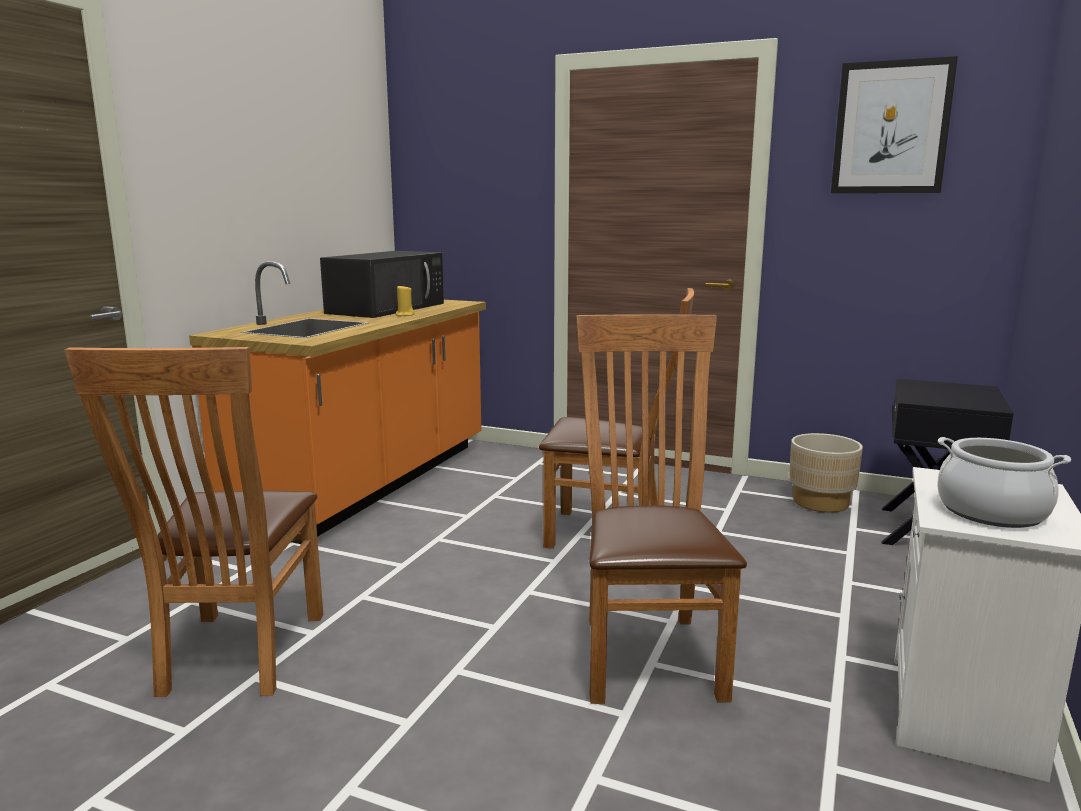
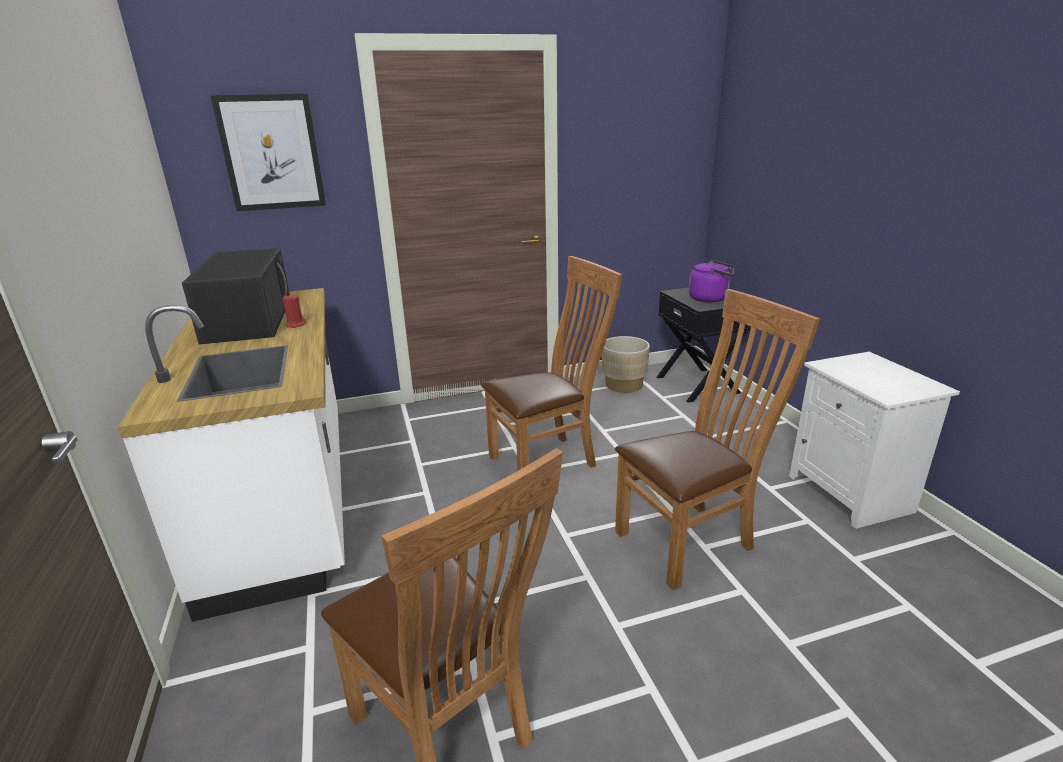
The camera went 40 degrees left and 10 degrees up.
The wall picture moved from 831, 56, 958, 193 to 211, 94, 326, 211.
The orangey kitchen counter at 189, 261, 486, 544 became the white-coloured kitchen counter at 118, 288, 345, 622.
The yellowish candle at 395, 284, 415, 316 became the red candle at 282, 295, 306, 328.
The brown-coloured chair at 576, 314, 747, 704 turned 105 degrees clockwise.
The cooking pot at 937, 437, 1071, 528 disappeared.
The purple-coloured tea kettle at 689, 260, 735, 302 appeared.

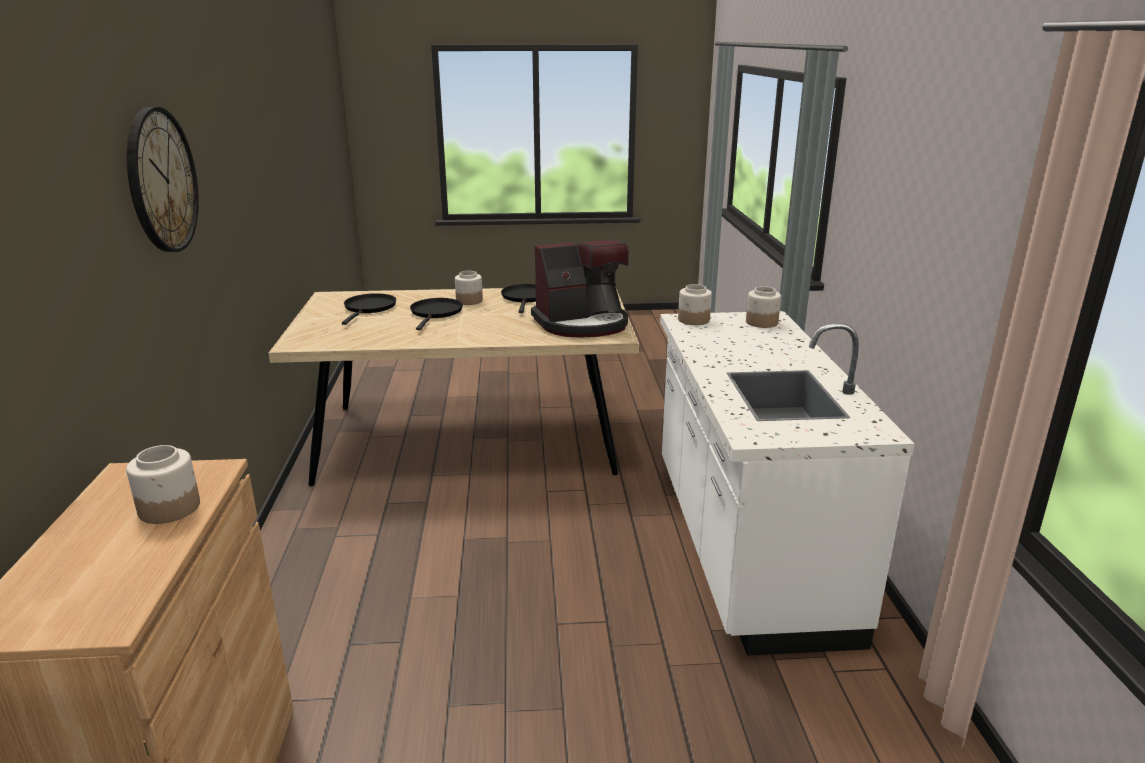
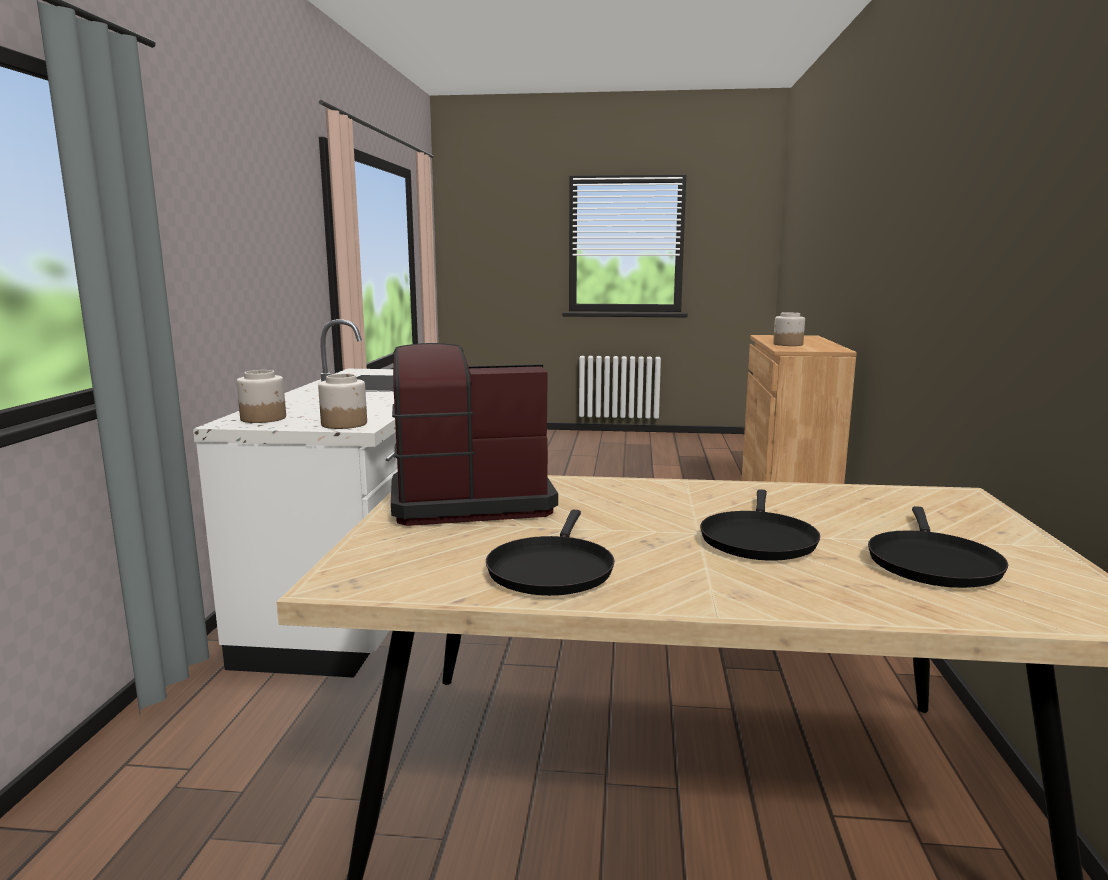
The camera went 170 degrees left and 10 degrees down.
The clock on the wall at 127, 107, 199, 252 disappeared.
The storage jar at 455, 271, 483, 305 disappeared.

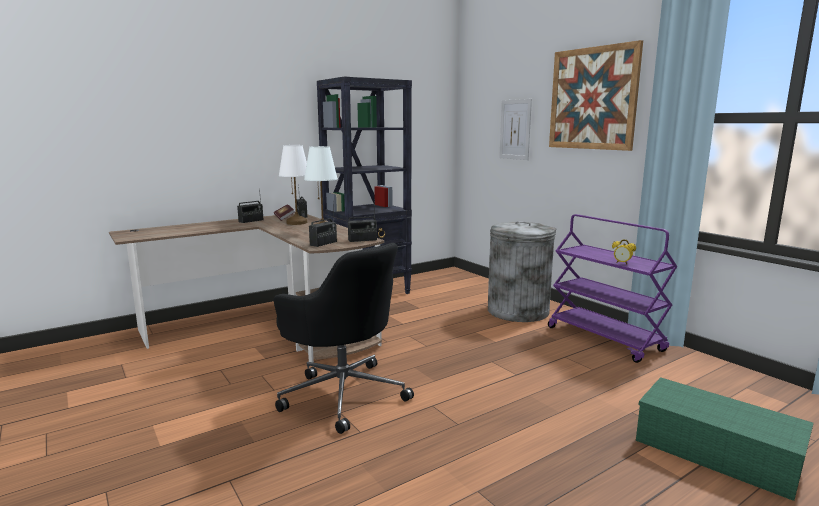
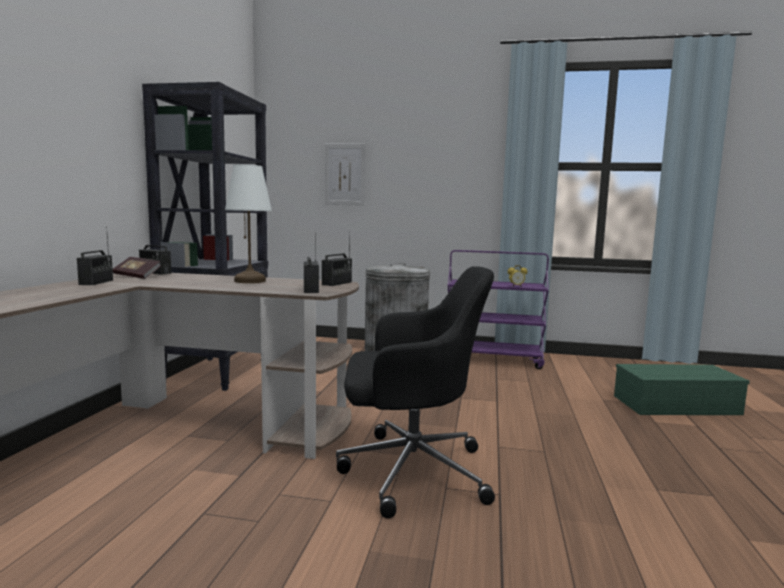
The camera went 45 degrees left and 5 degrees down.
The wall picture at 549, 40, 643, 151 disappeared.
The white-coloured table lamp at 279, 145, 307, 225 disappeared.

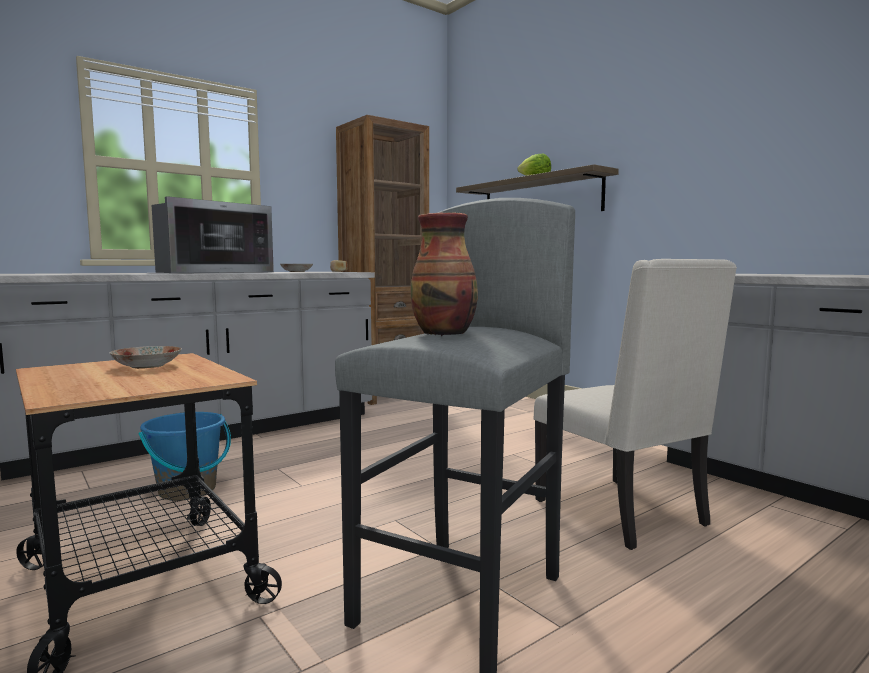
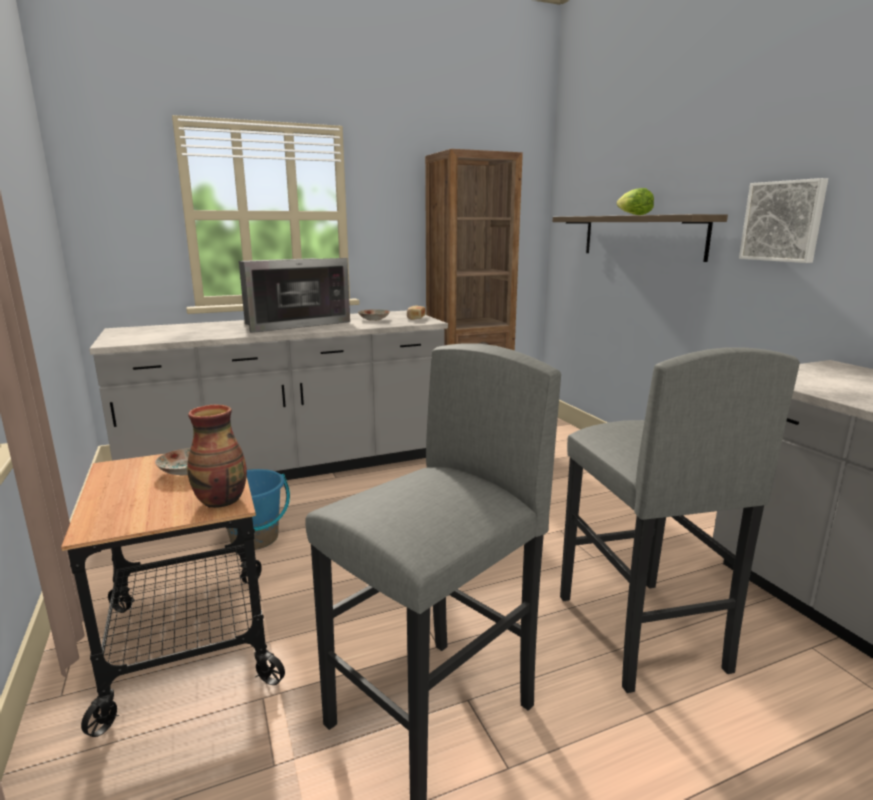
The camera went 15 degrees right and 10 degrees up.
The vase moved from 410, 212, 478, 336 to 187, 405, 247, 508.
The beige-coloured chair at 534, 259, 737, 550 was replaced by the gray stool seat at 560, 347, 800, 693.
The wall picture at 739, 178, 828, 263 appeared.

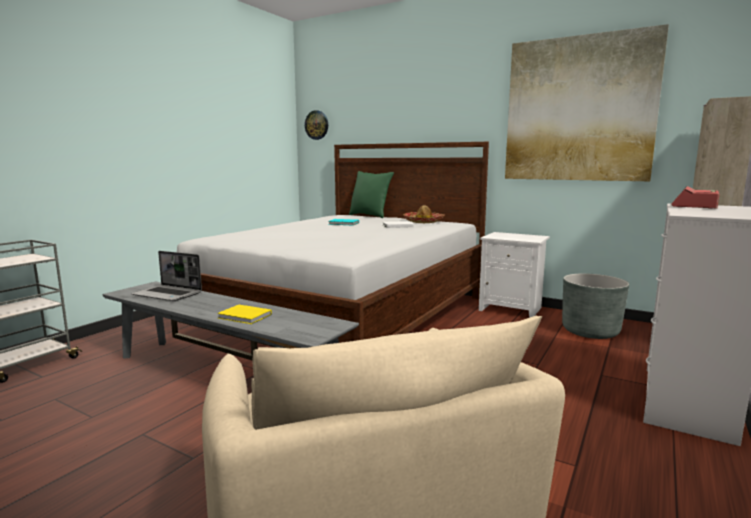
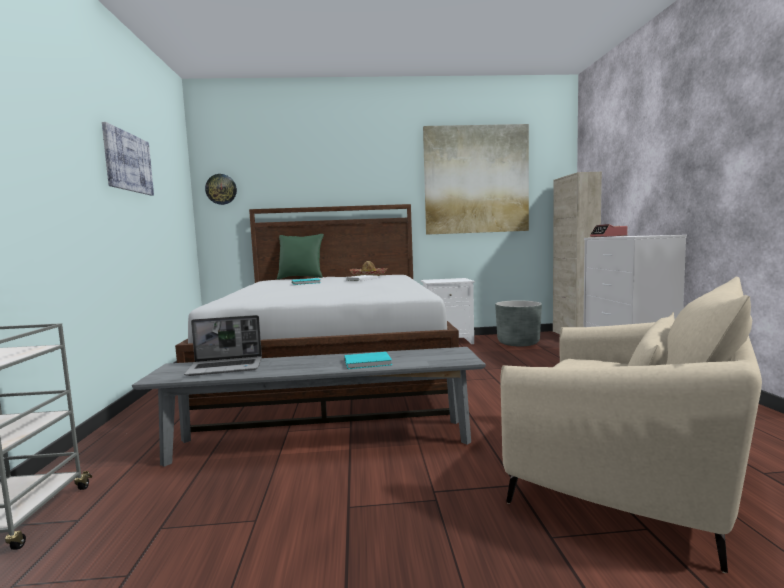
The camera went 35 degrees left and 5 degrees down.
The yellowish book at 217, 305, 272, 324 became the turquoise book at 344, 352, 392, 369.
The wall picture at 102, 122, 154, 195 appeared.

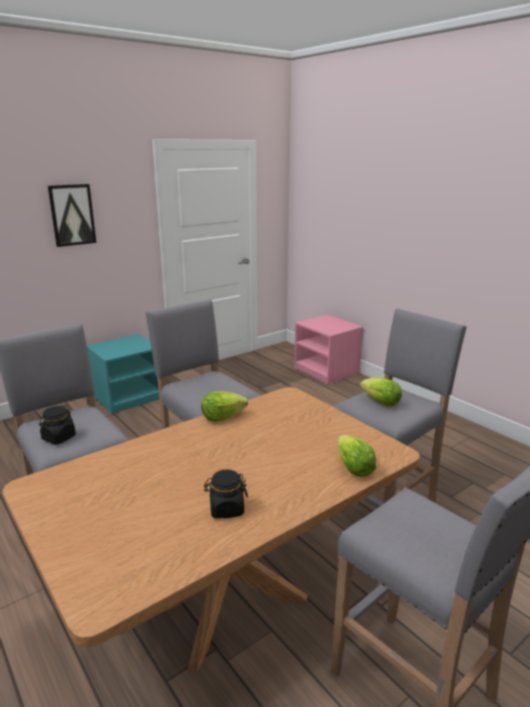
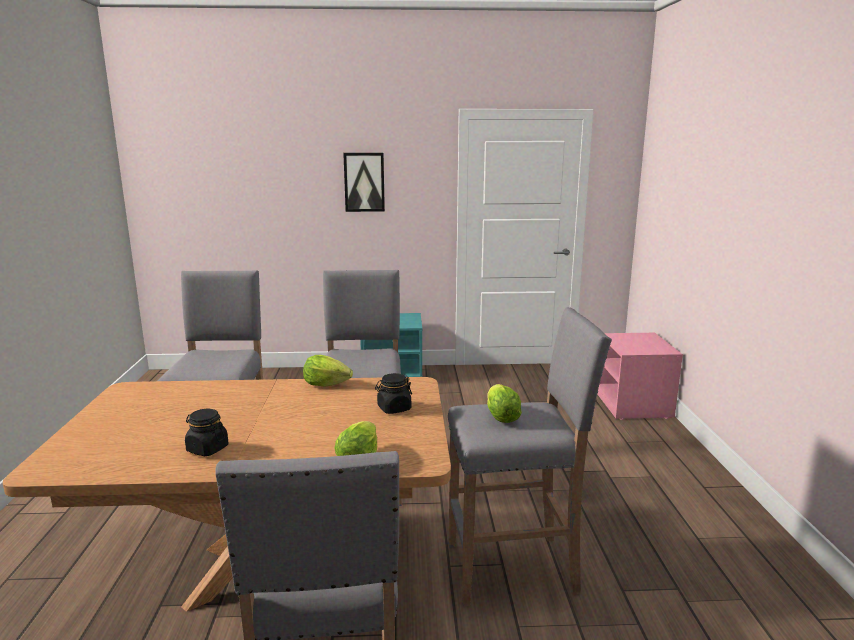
The camera went 35 degrees right and 5 degrees down.
The blackish storage jar moved from 39, 405, 76, 444 to 375, 373, 412, 414.

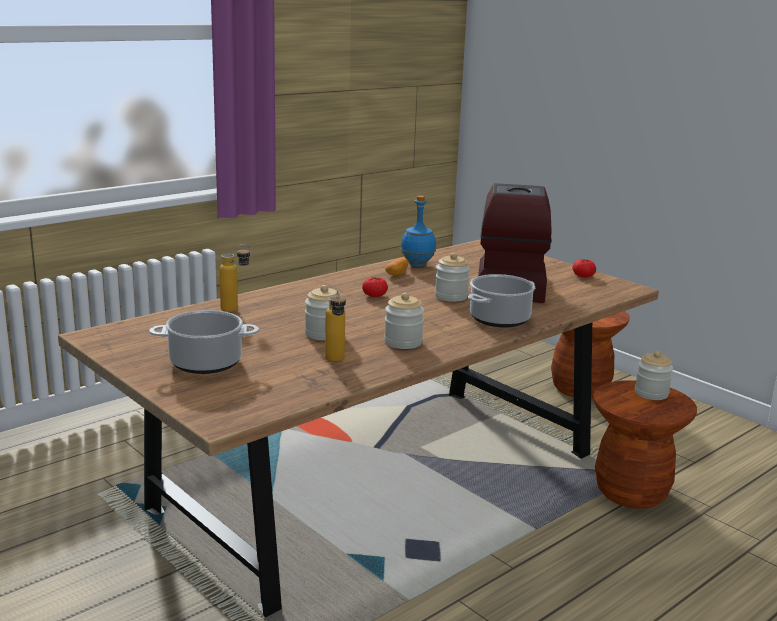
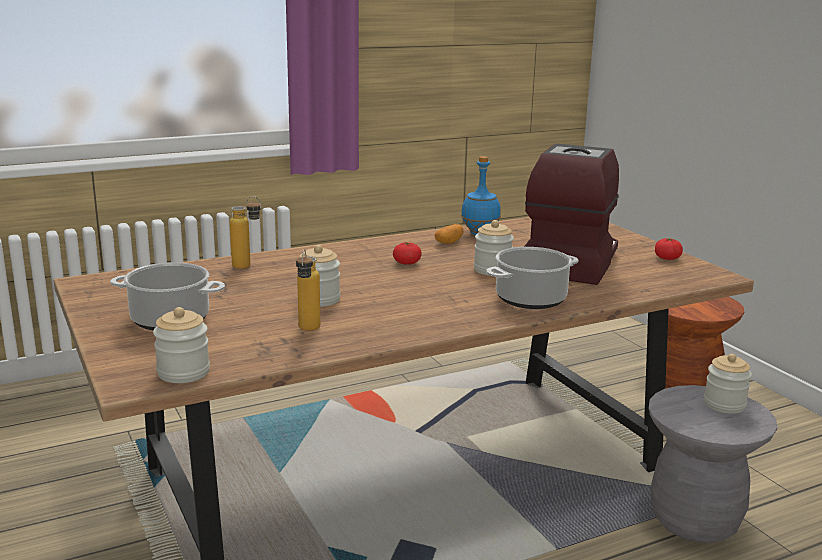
The camera went 15 degrees right and 0 degrees up.
The storage jar moved from 384, 293, 424, 349 to 153, 307, 210, 383.
The brown-coloured stool seat at 593, 380, 697, 509 became the gray stool seat at 649, 385, 777, 543.

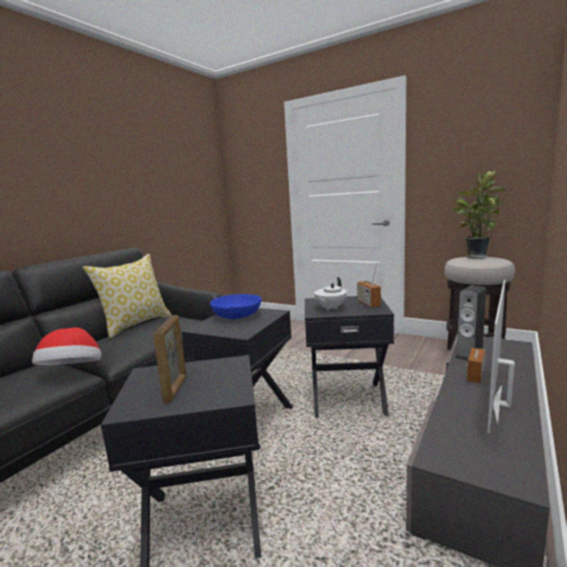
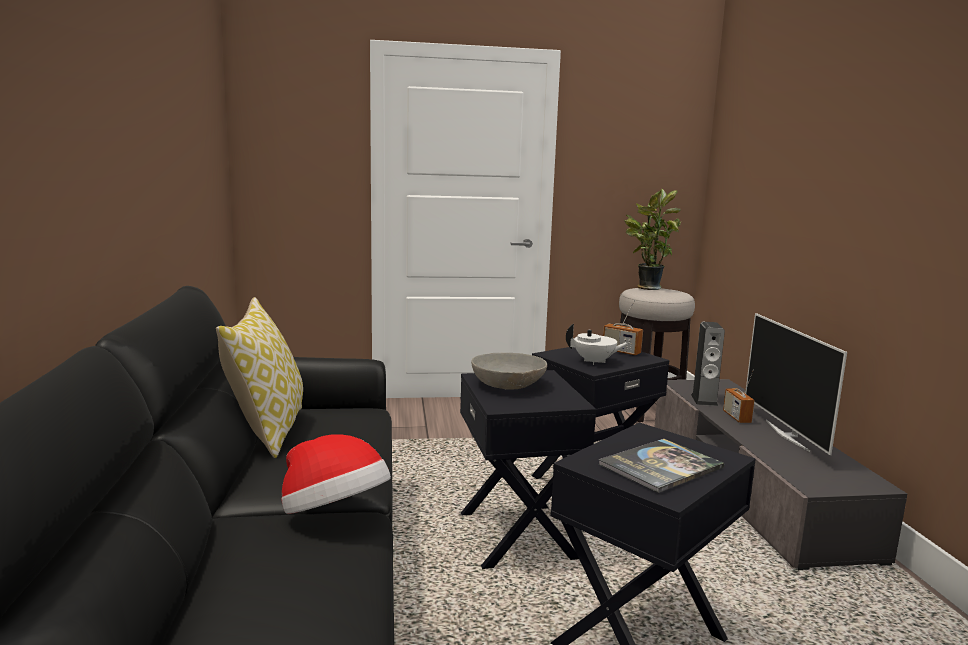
The camera went 40 degrees left and 0 degrees up.
The white-coloured pot for tea at 314, 277, 347, 311 turned 75 degrees counterclockwise.
The blue-coloured serving bowl at 210, 294, 262, 319 became the gray serving bowl at 471, 353, 547, 390.
The picture frame at 153, 315, 187, 403 was replaced by the book at 598, 439, 724, 493.

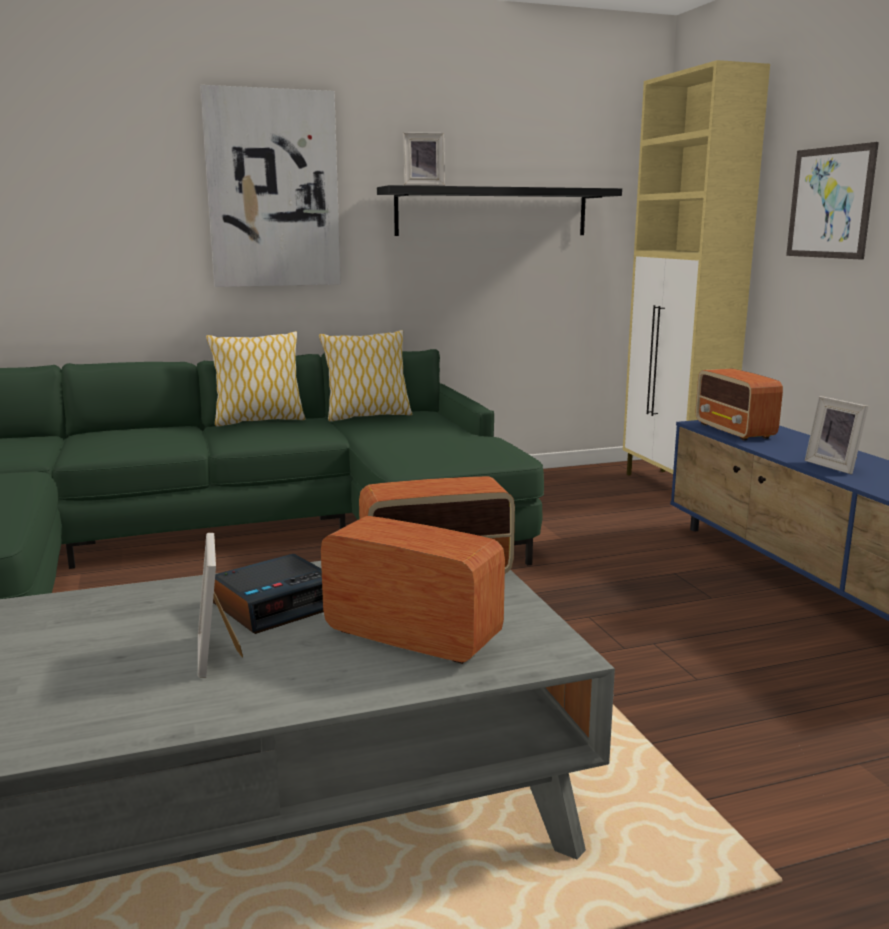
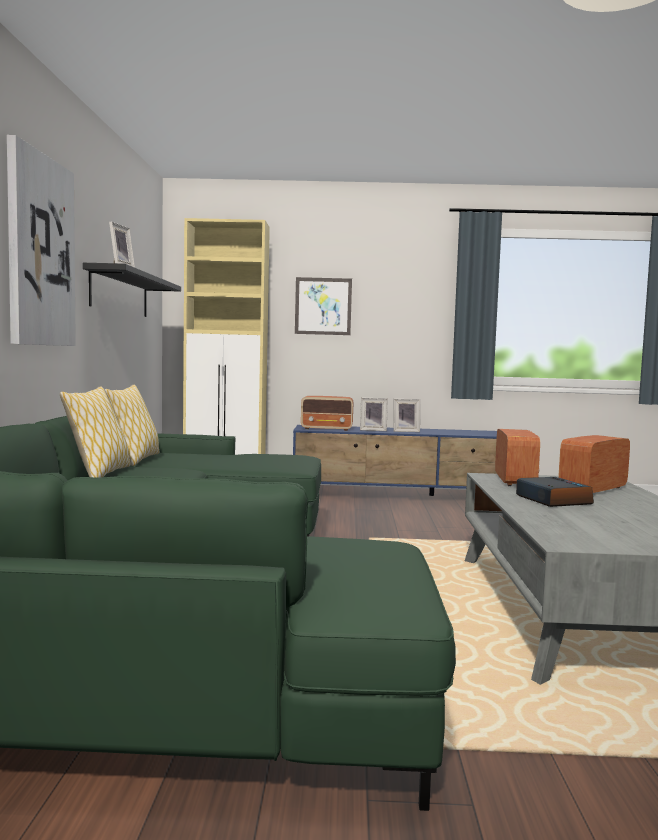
The camera went 70 degrees left and 10 degrees down.
The picture frame moved from 198, 533, 243, 678 to 360, 398, 388, 431.

